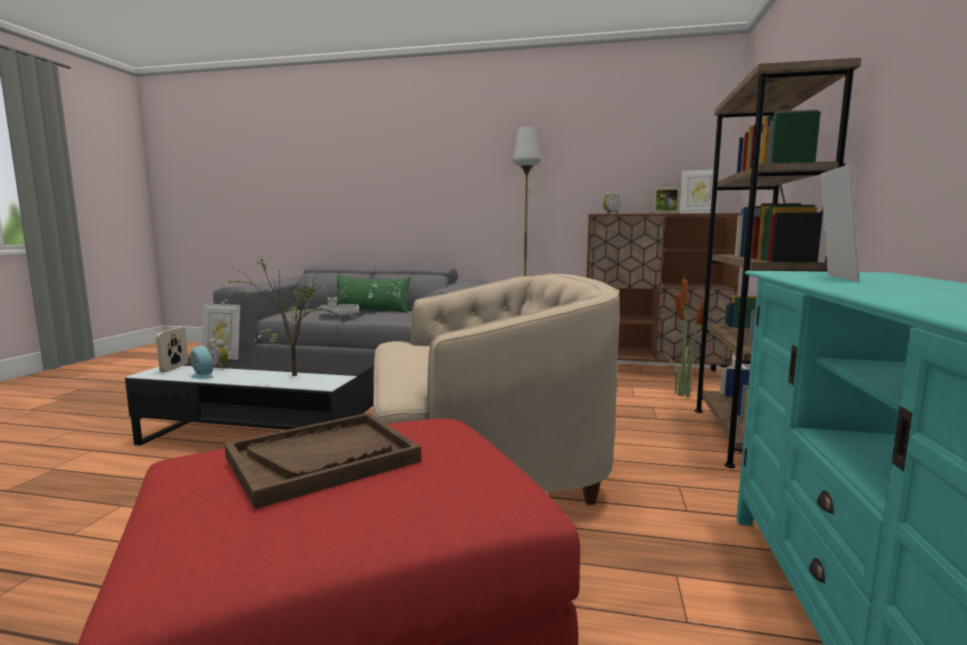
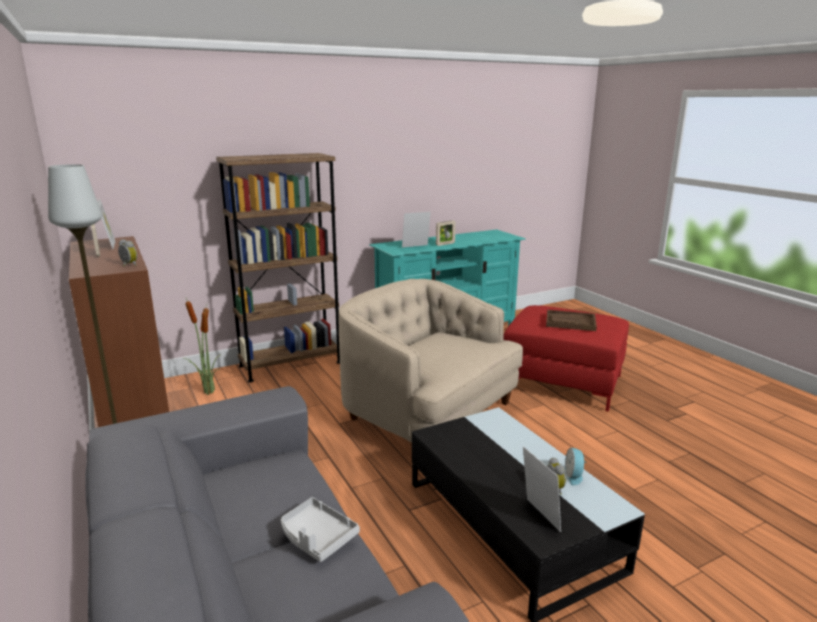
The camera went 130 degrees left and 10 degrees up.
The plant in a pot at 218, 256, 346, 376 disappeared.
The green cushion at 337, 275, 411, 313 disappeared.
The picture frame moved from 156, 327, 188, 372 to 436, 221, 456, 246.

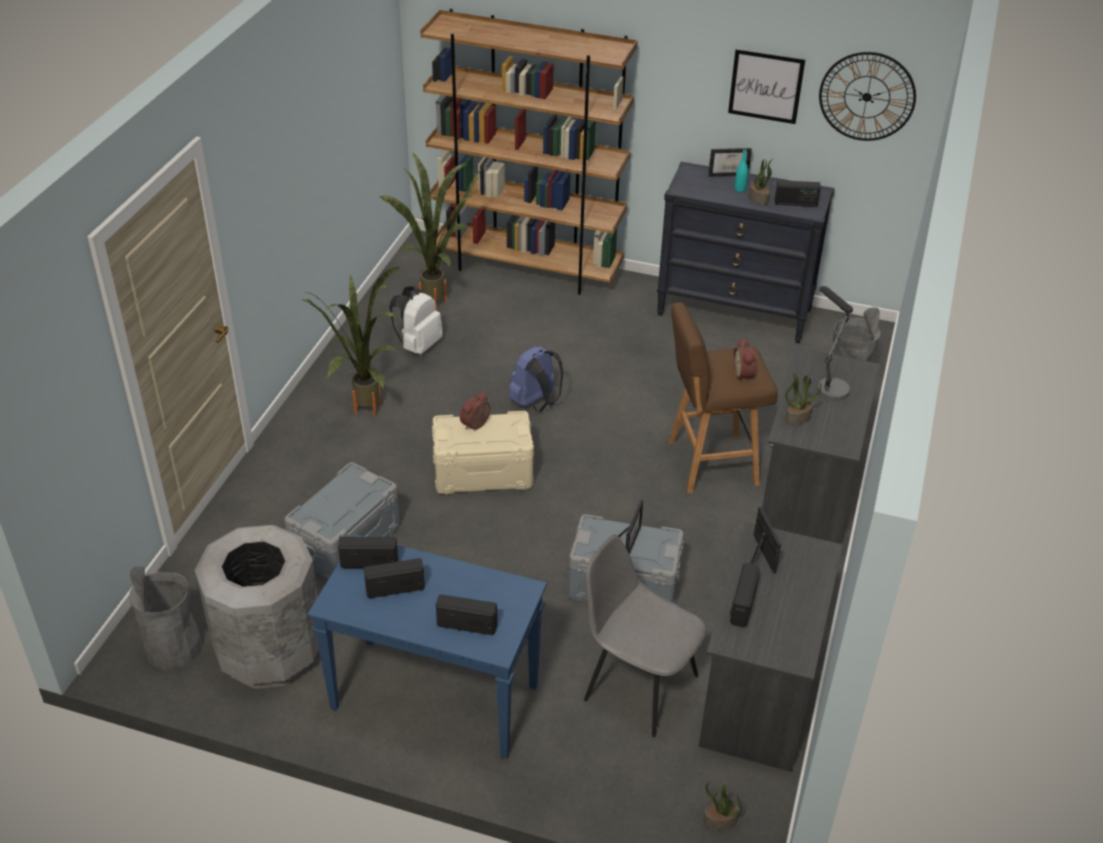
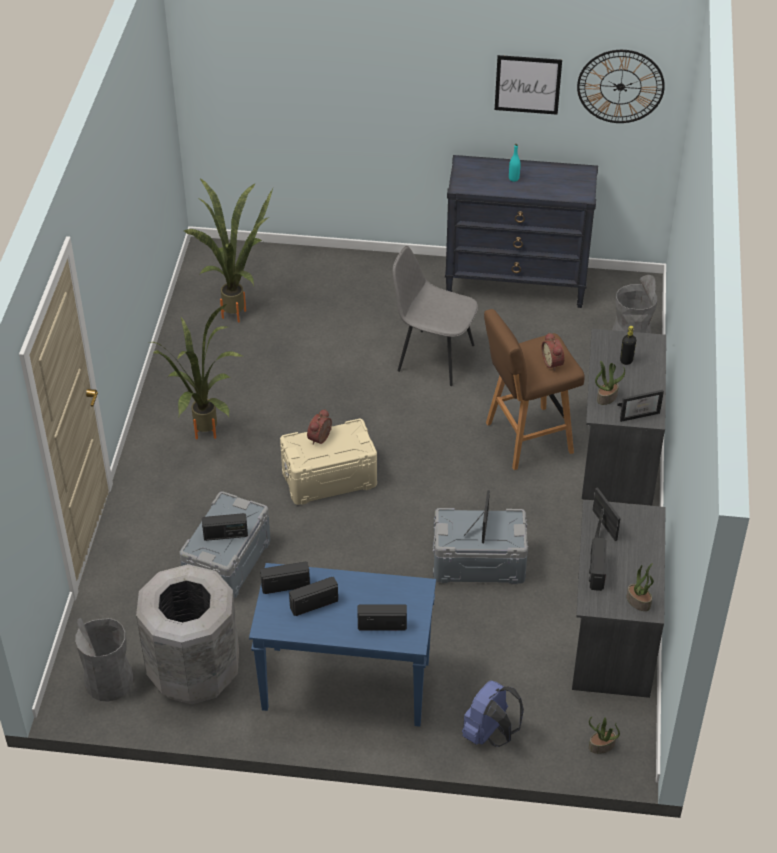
The camera went 10 degrees left and 5 degrees up.
The brown-coloured shelving unit at 420, 9, 638, 295 disappeared.
The picture frame moved from 708, 148, 752, 177 to 617, 390, 664, 422.
The plant in a pot moved from 749, 159, 773, 205 to 627, 563, 654, 611.
The radio moved from 775, 180, 821, 207 to 202, 513, 248, 541.
The white-coloured knapsack at 389, 286, 443, 355 disappeared.
The table lamp at 818, 286, 853, 400 was replaced by the blackish drink bottle at 620, 326, 636, 365.
The blue-coloured knapsack moved from 509, 346, 563, 411 to 462, 681, 524, 747.
The gray chair moved from 584, 535, 706, 737 to 393, 246, 478, 386.

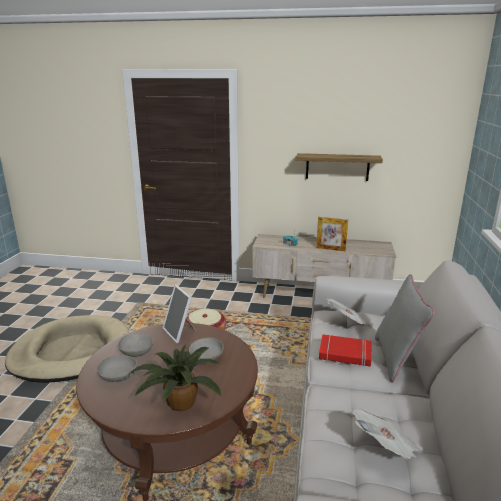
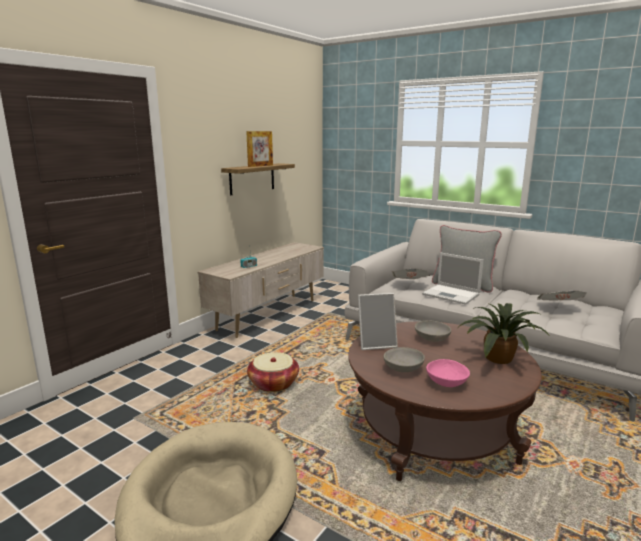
The camera went 65 degrees left and 5 degrees down.
The picture frame moved from 316, 217, 348, 251 to 246, 131, 273, 167.
The red book at 319, 334, 372, 366 was replaced by the portable computer at 422, 252, 484, 305.
The gray serving bowl at 97, 355, 137, 382 became the pink serving bowl at 426, 359, 470, 387.

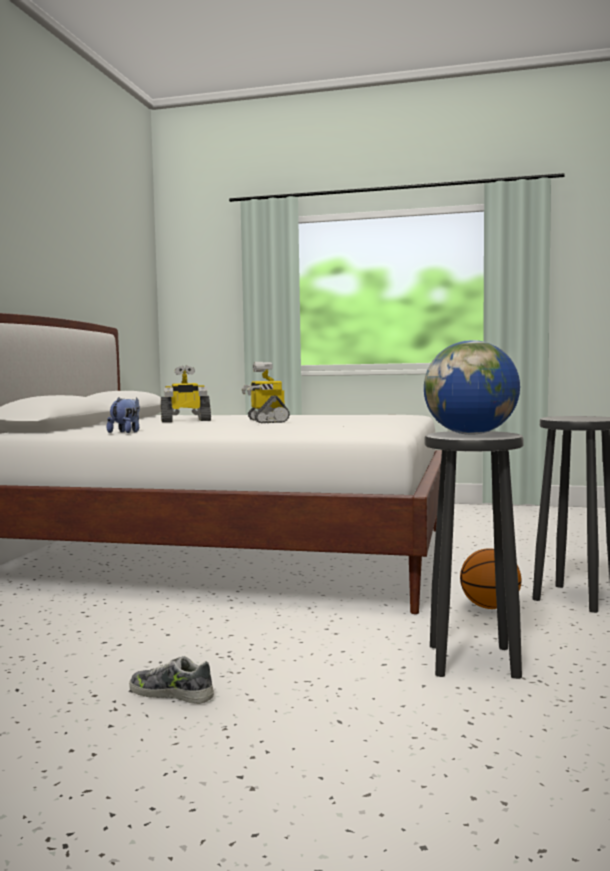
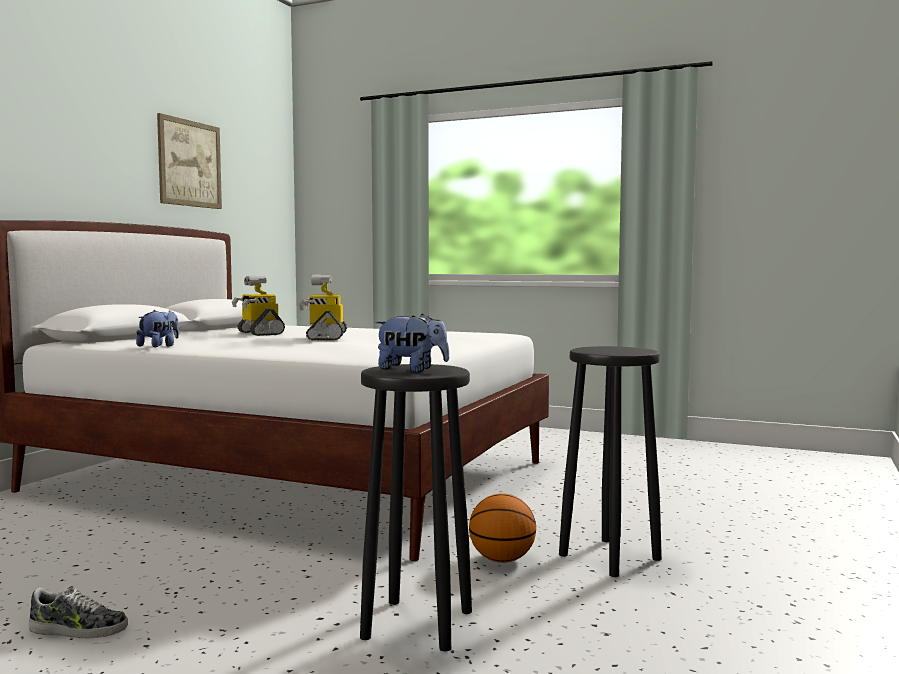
The camera went 10 degrees right and 0 degrees up.
The desk globe at 424, 340, 520, 435 was replaced by the soft toy at 375, 314, 449, 372.
The toy robot at 161, 365, 211, 422 turned 60 degrees clockwise.
The shoe at 129, 656, 214, 704 turned 150 degrees clockwise.
The wall picture at 157, 113, 222, 209 appeared.

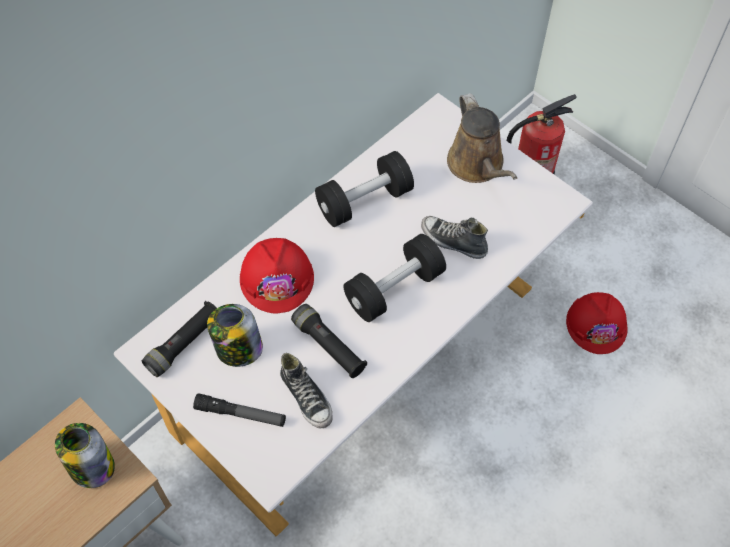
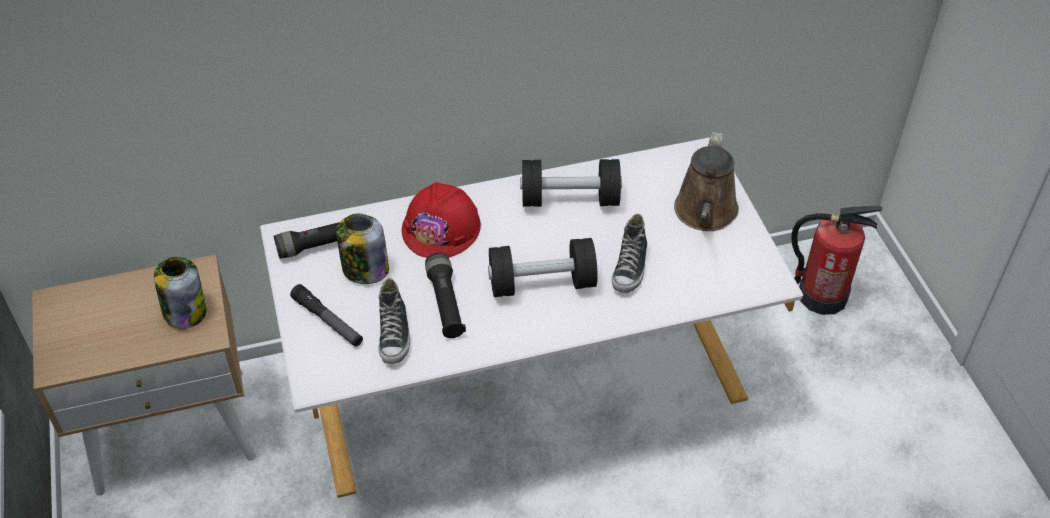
The camera went 30 degrees right and 10 degrees down.
The shoe at 421, 216, 488, 259 turned 135 degrees counterclockwise.
The red hard hat at 566, 292, 628, 354 disappeared.

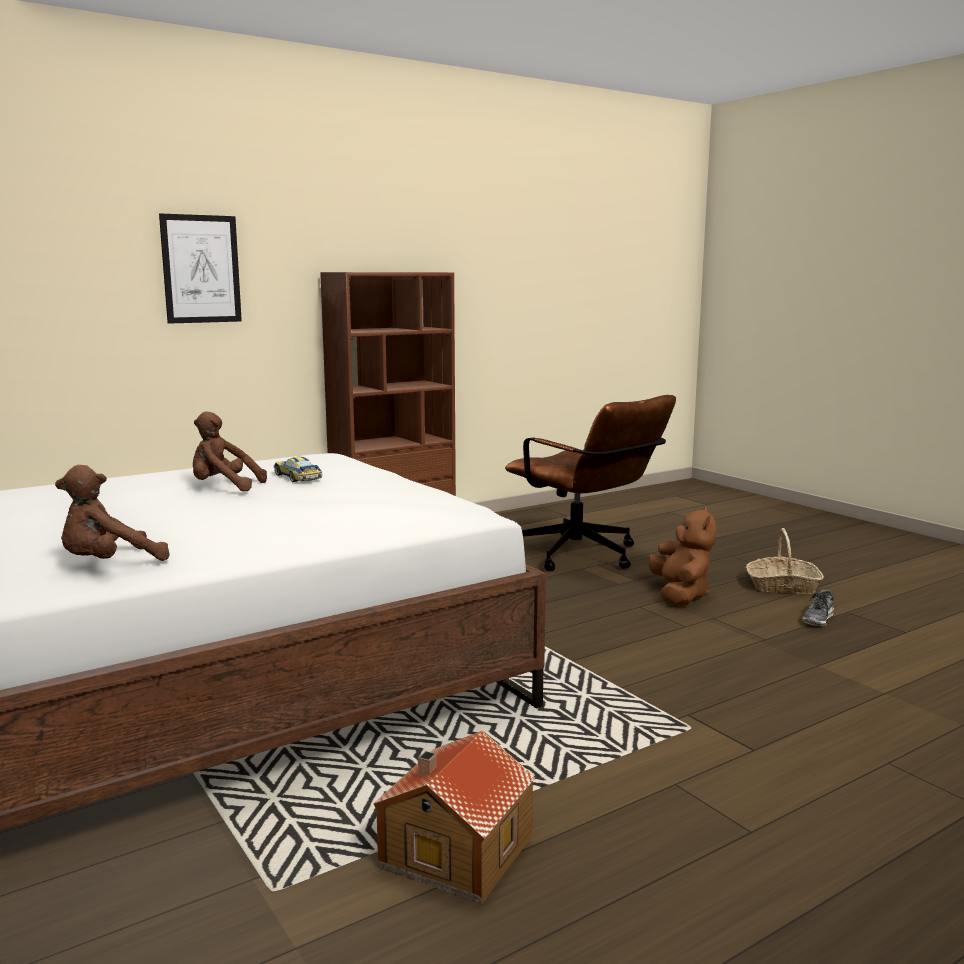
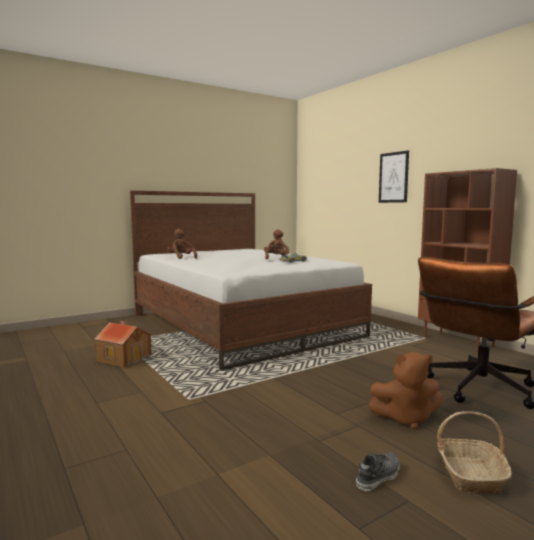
The camera went 90 degrees right and 5 degrees down.
The shoe at 802, 590, 834, 626 turned 105 degrees clockwise.

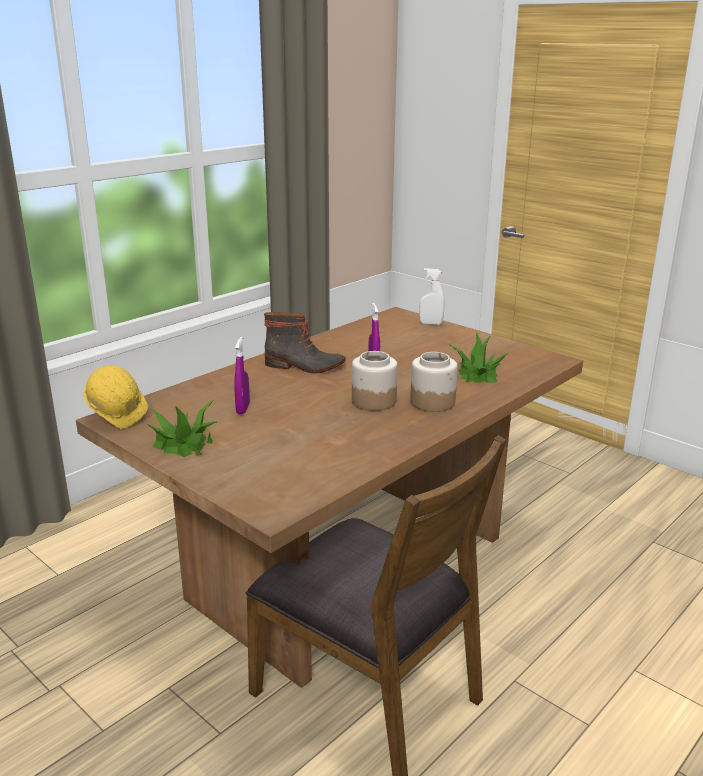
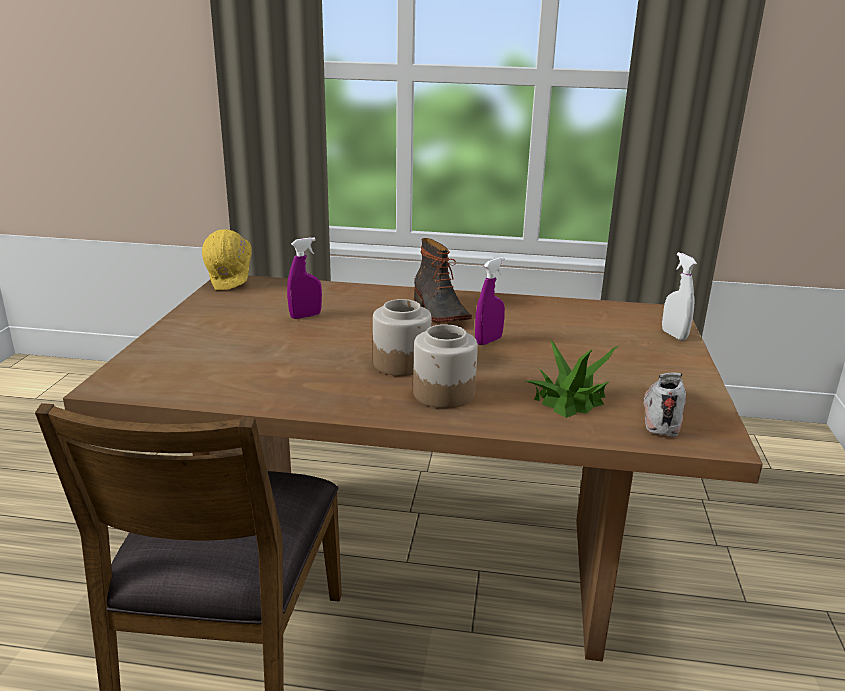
The camera went 55 degrees right and 0 degrees up.
The plant in a pot at 147, 399, 217, 457 disappeared.
The white-coloured shoe at 643, 372, 686, 437 appeared.

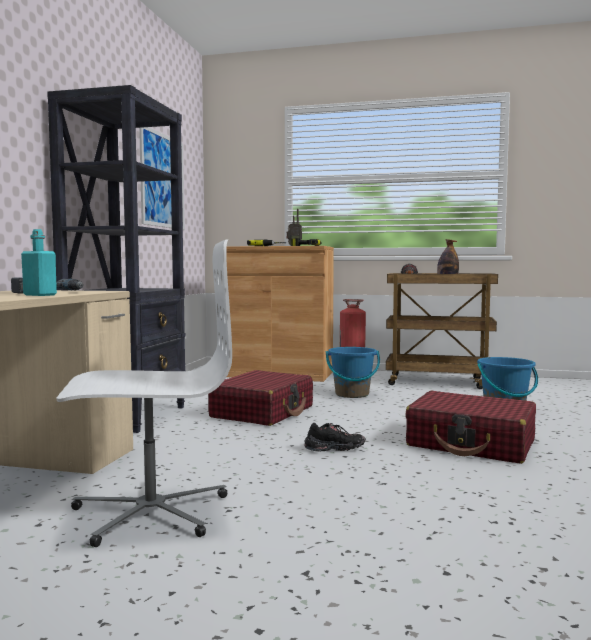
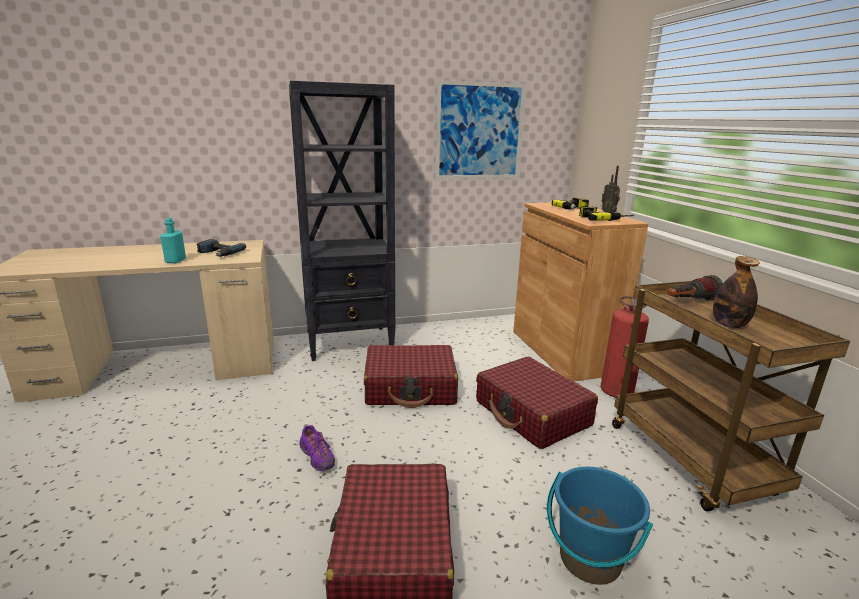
The camera went 60 degrees right and 15 degrees up.
The white-coloured computer chair at 57, 239, 232, 547 disappeared.
The blue-coloured bucket at 326, 347, 380, 398 was replaced by the red piece of luggage at 476, 357, 598, 449.
The blackish shoe at 304, 423, 366, 451 became the purple-coloured shoe at 299, 425, 335, 471.

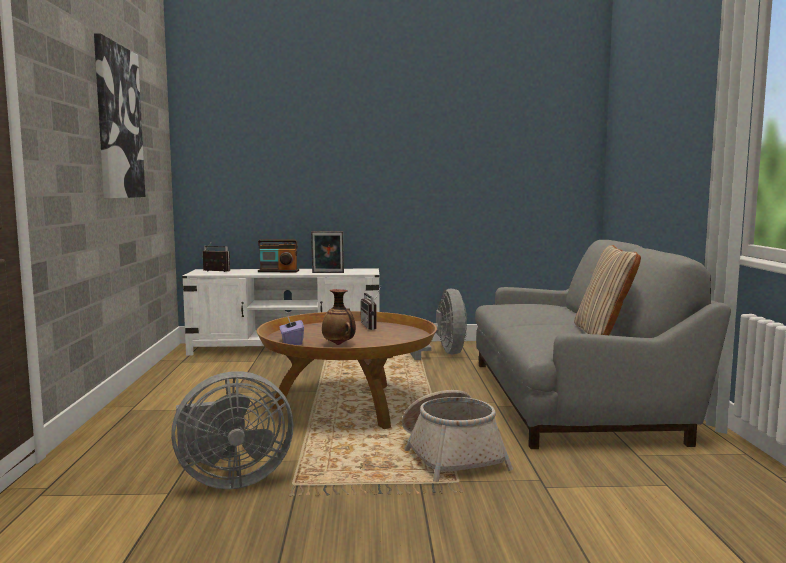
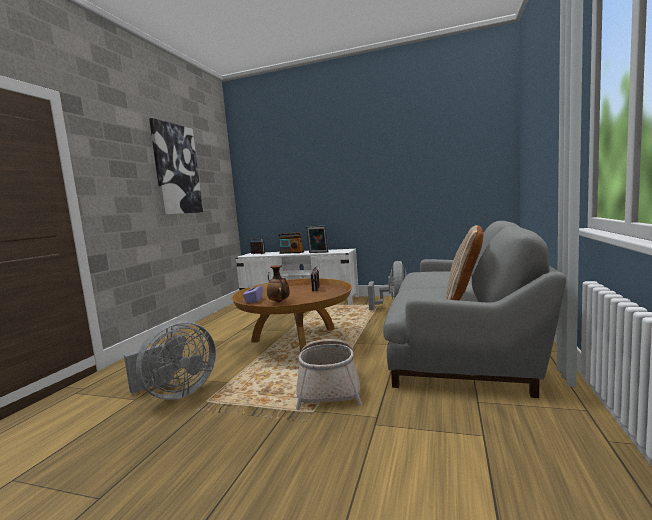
The camera went 20 degrees right and 0 degrees up.
The gray electric fan at 171, 371, 293, 489 turned 45 degrees counterclockwise.

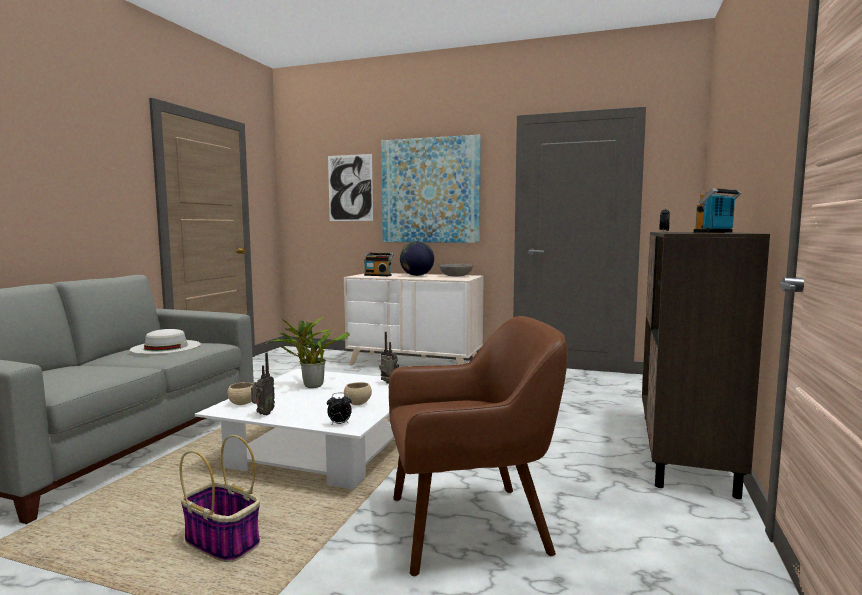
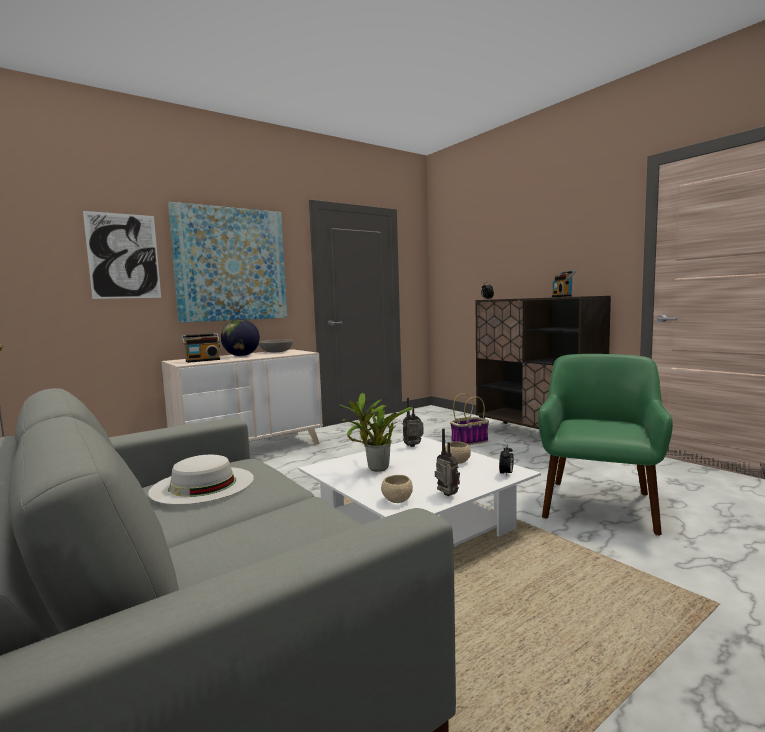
The camera went 55 degrees left and 0 degrees up.
The brown-coloured lounge chair at 389, 316, 567, 576 became the green lounge chair at 538, 354, 673, 536.
The storage basket moved from 180, 435, 260, 562 to 450, 393, 489, 445.

